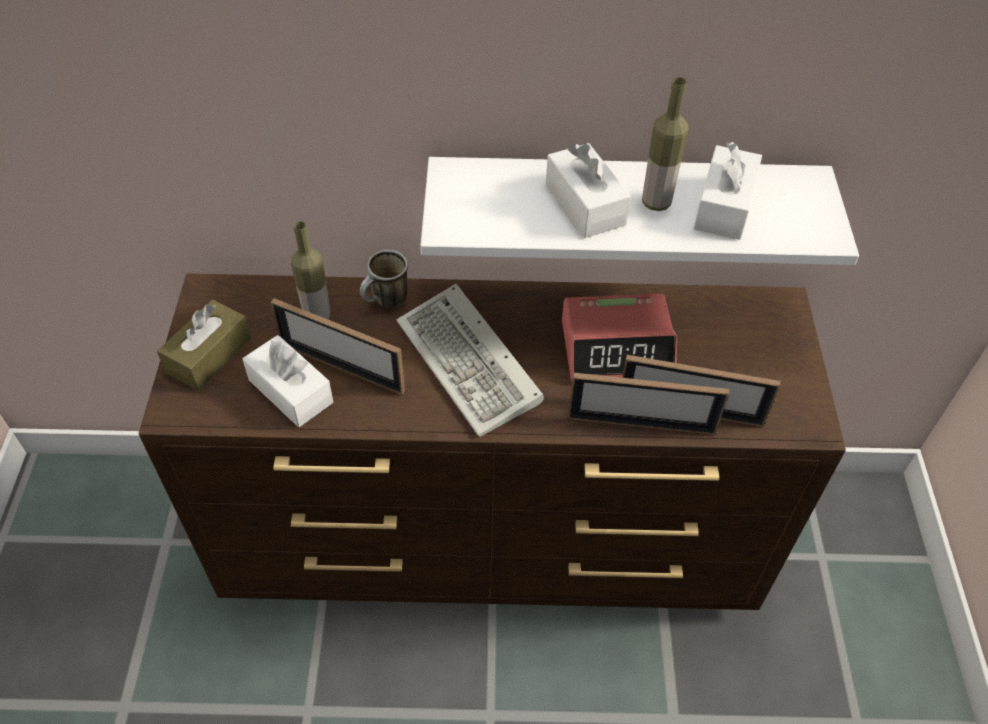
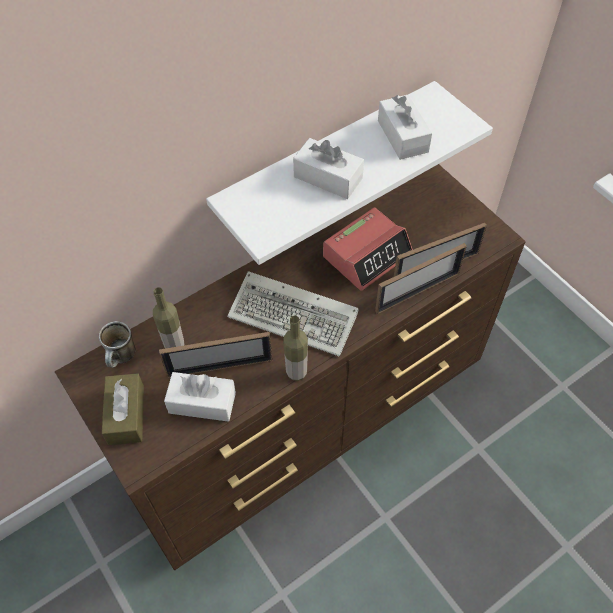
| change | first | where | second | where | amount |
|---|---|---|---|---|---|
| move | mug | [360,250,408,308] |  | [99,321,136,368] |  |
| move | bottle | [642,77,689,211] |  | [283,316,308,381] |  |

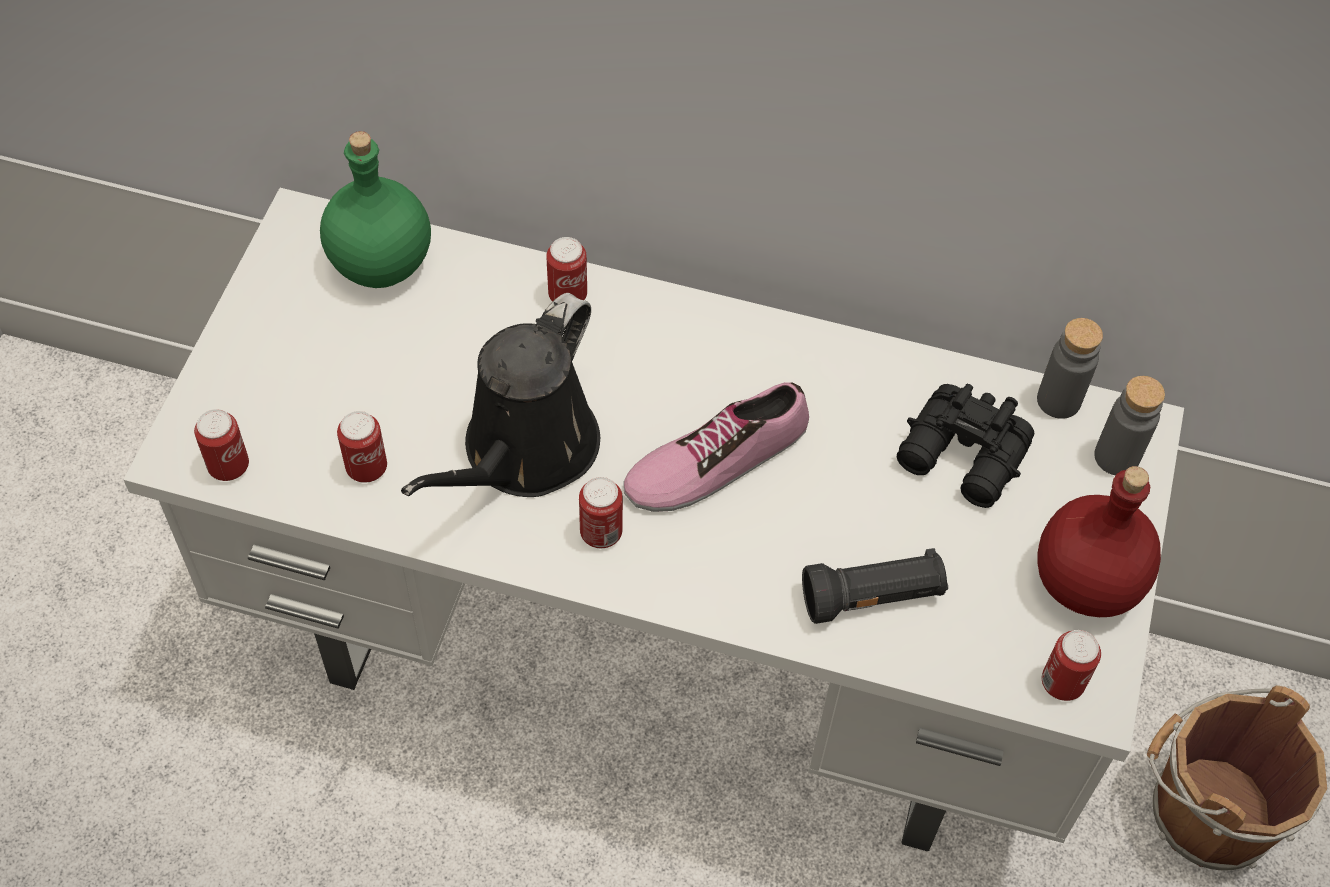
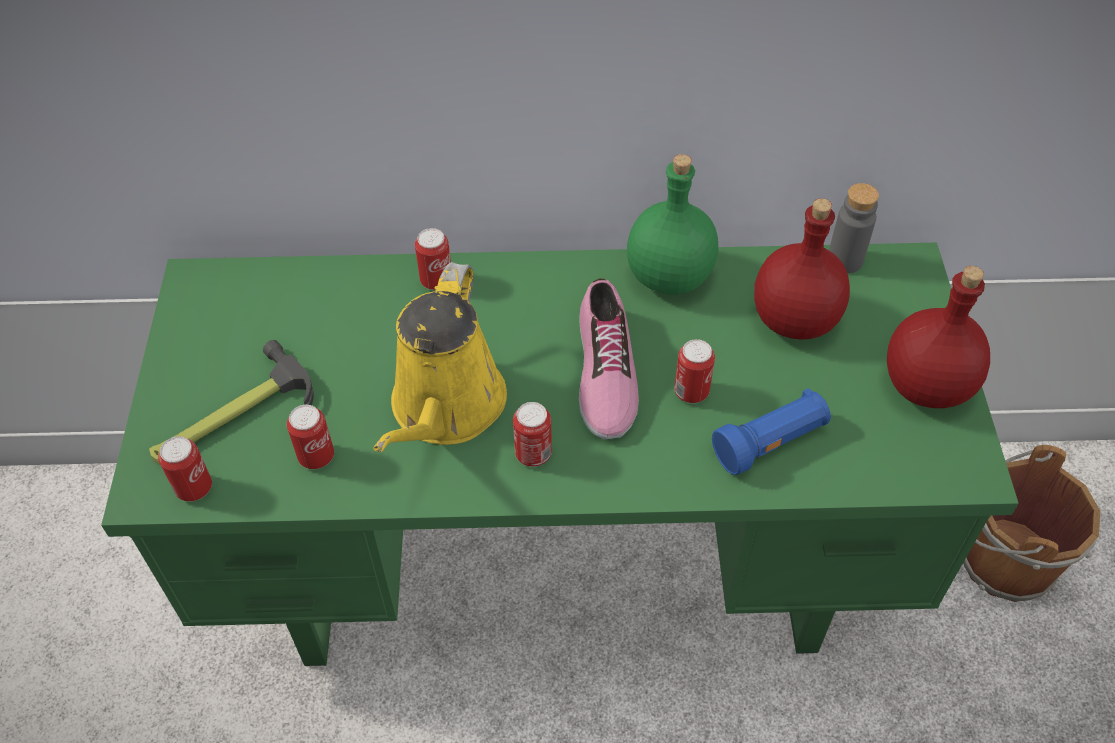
| change | first | where | second | where | amount |
|---|---|---|---|---|---|
| recolor | desk (white) | [123,188,1184,851] | desk (green) | [101,243,1019,666] |  |
| insert |  |  | hammer | [149,340,314,465] |  |
| recolor | watering can (black) | [401,293,600,497] | watering can (yellow) | [373,262,507,452] |  |
| rotate | shoe | [623,382,809,512] |  | [579,279,639,440] | 45 degrees counterclockwise |
| move | bottle (green) | [320,131,431,288] |  | [627,154,718,295] |  |
| move | can | [1042,630,1101,701] |  | [674,339,715,403] |  |
| recolor | flashlight (black) | [802,548,948,624] | flashlight (blue) | [712,388,831,475] |  |
| replace | binoculars (black) | [897,384,1034,508] | bottle (red) | [754,198,850,340] |  |
| delete | bottle (grey) | [1094,376,1165,475] |  |  |  |

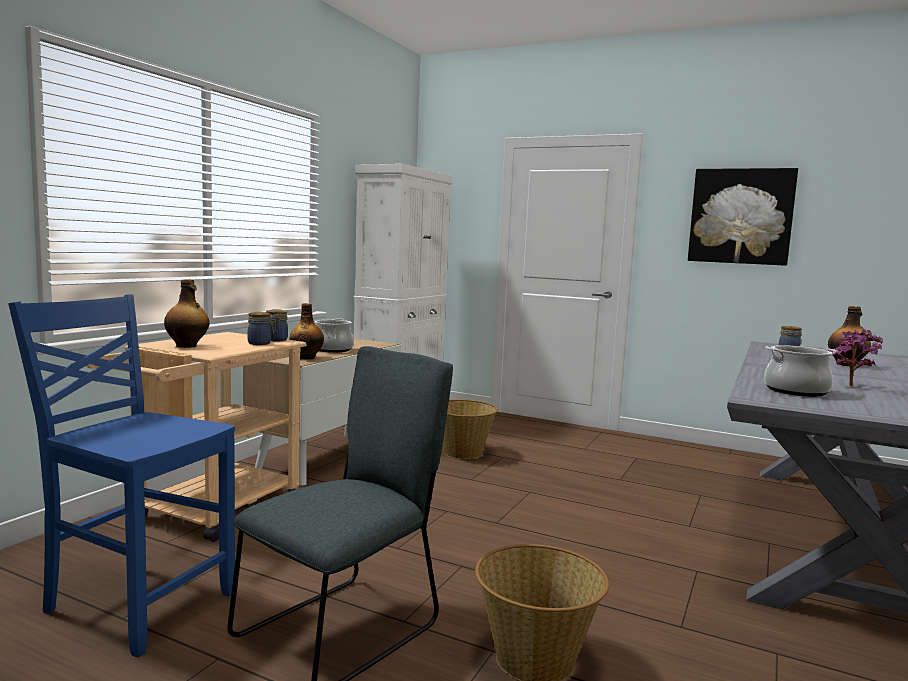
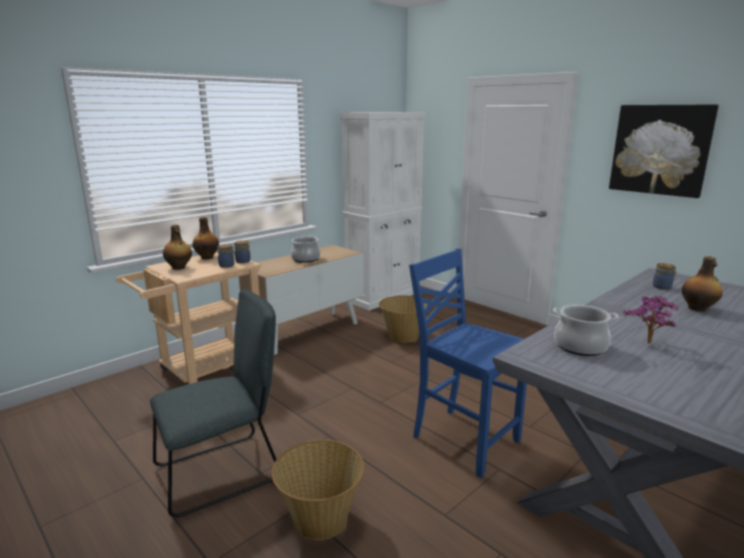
| change | first | where | second | where | amount |
|---|---|---|---|---|---|
| move | bottle | [289,303,324,359] |  | [192,217,219,260] |  |
| move | chair (blue) | [8,295,235,657] |  | [409,248,527,478] |  |

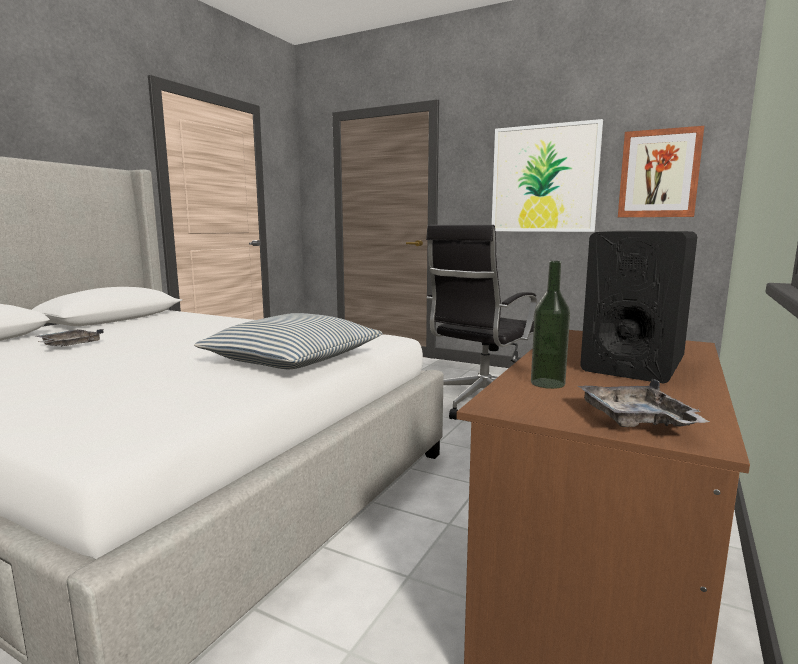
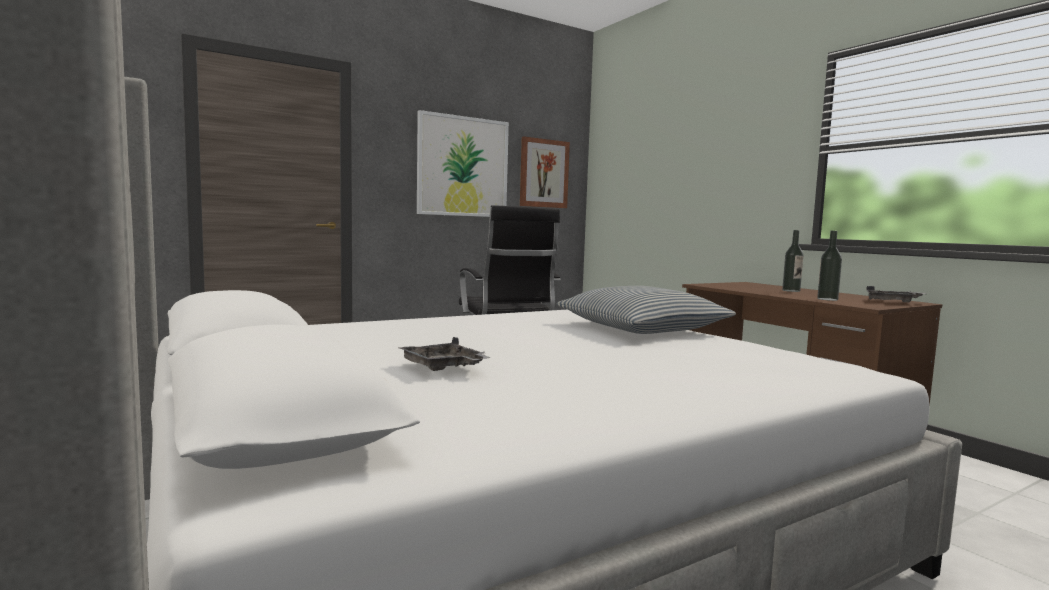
| change | first | where | second | where | amount |
|---|---|---|---|---|---|
| replace | speaker (black) | [580,231,697,384] | bottle | [782,230,803,292] |  |

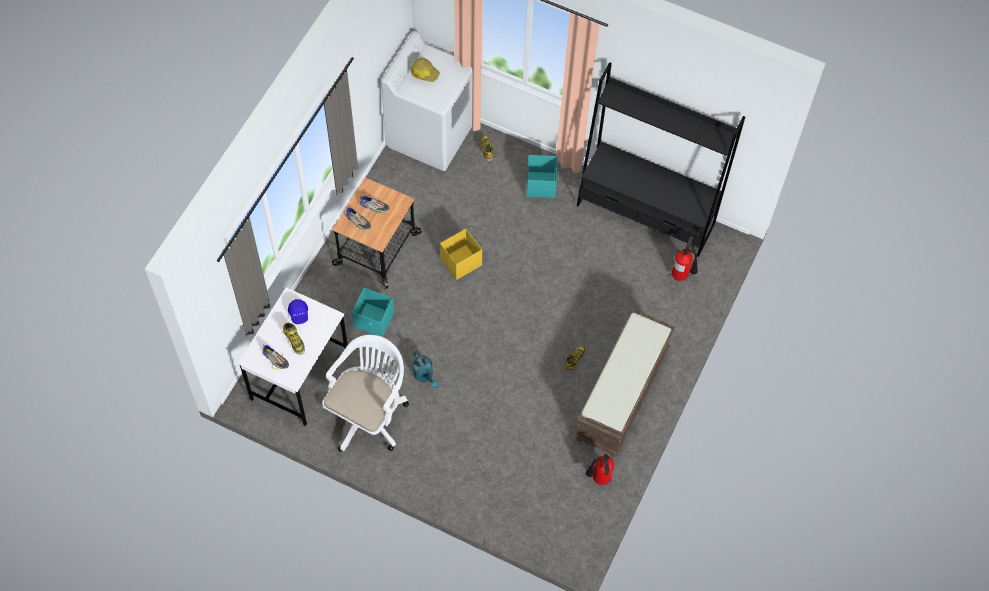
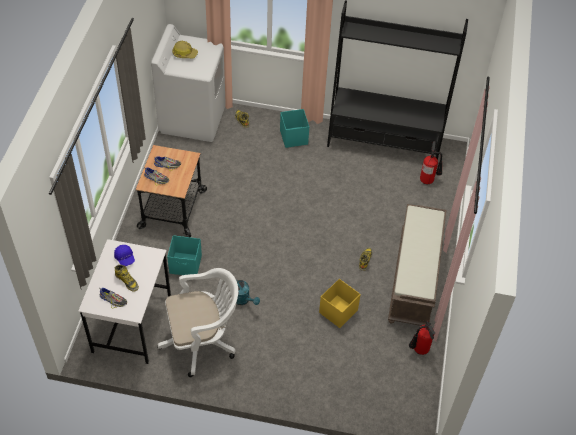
| change | first | where | second | where | amount |
|---|---|---|---|---|---|
| rotate | office chair (white) | [322,335,409,452] |  | [157,268,238,377] | 60 degrees clockwise |
| move | storage box (yellow) | [440,229,482,280] |  | [319,279,361,328] |  |

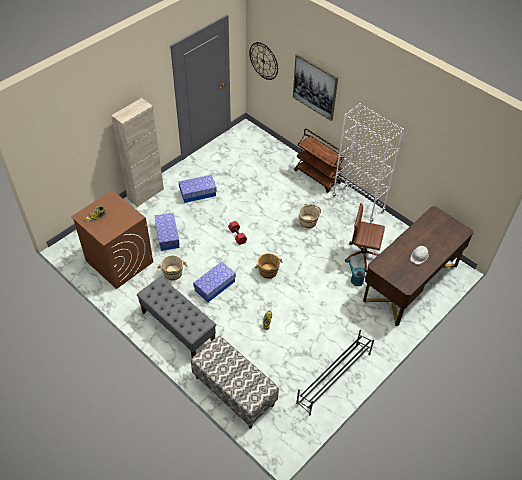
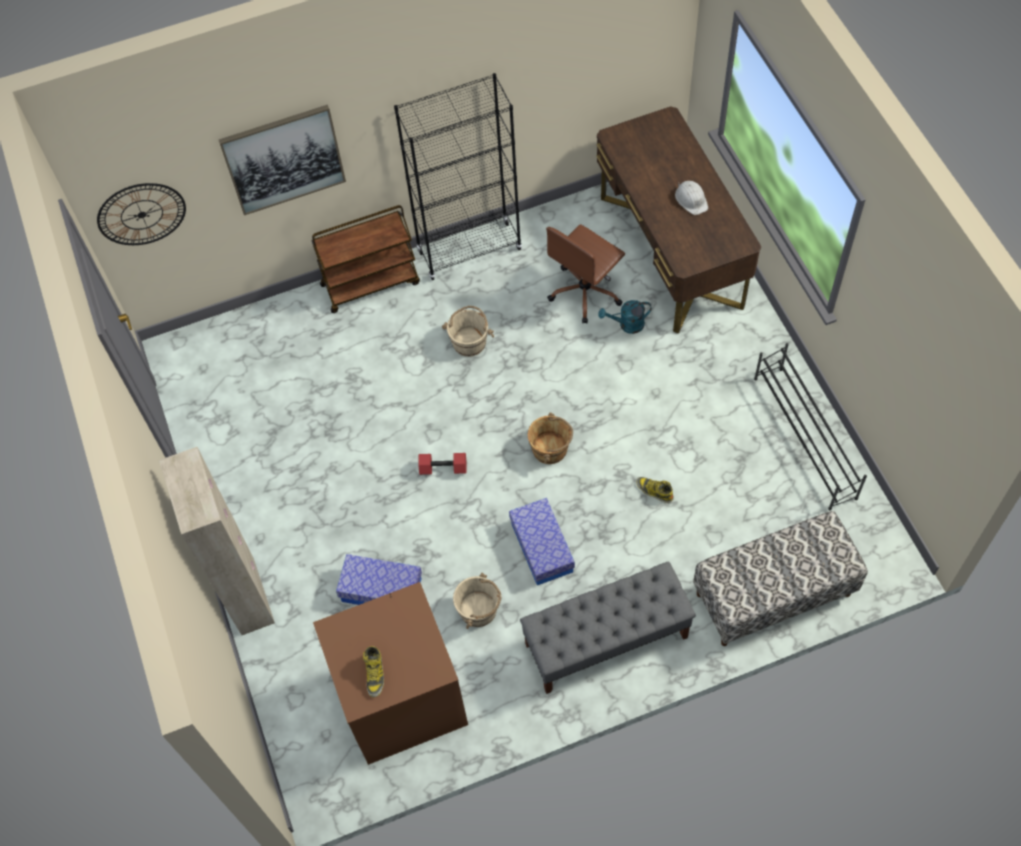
| change | first | where | second | where | amount |
|---|---|---|---|---|---|
| recolor | bookcase (white) | [332,103,404,223] | bookcase (black) | [394,73,522,280] |  |
| delete | storage box | [179,175,217,203] |  |  |  |

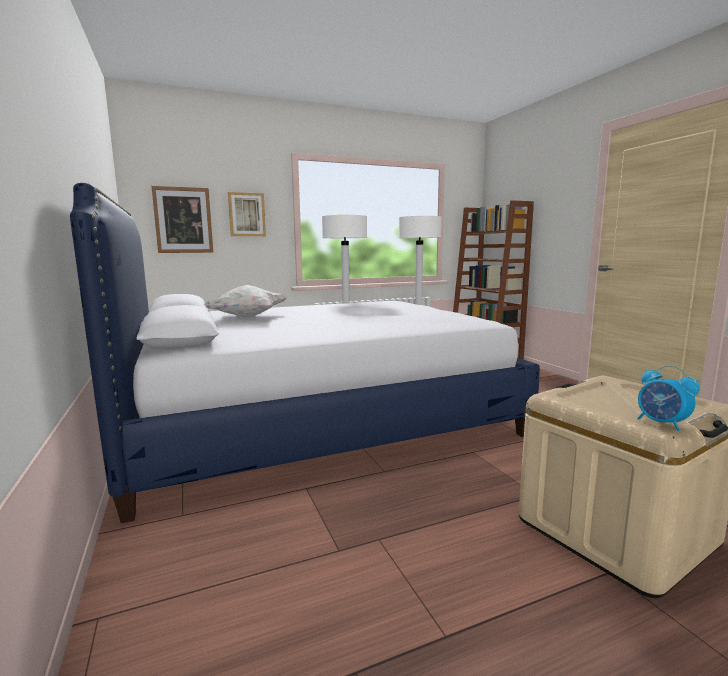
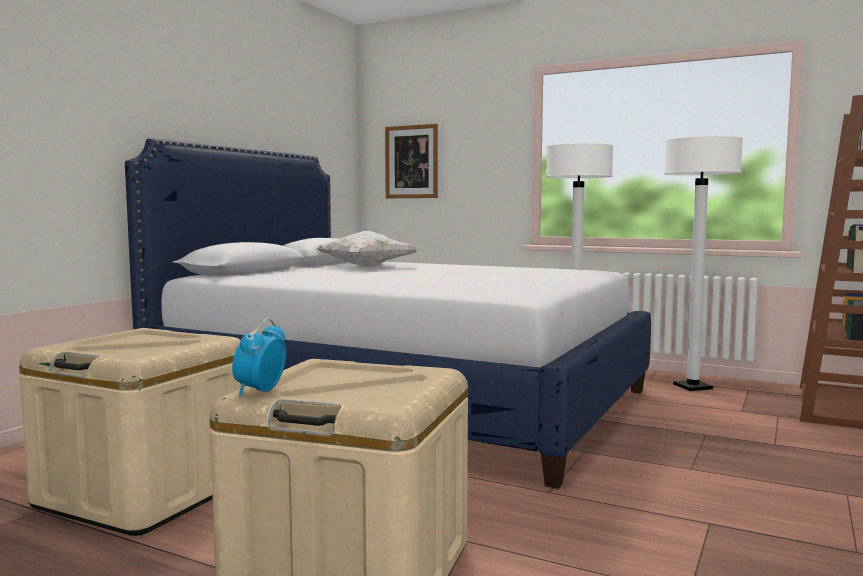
| change | first | where | second | where | amount |
|---|---|---|---|---|---|
| insert |  |  | storage box (beige) | [19,328,246,536] |  |
| delete | picture | [228,192,266,236] |  |  |  |

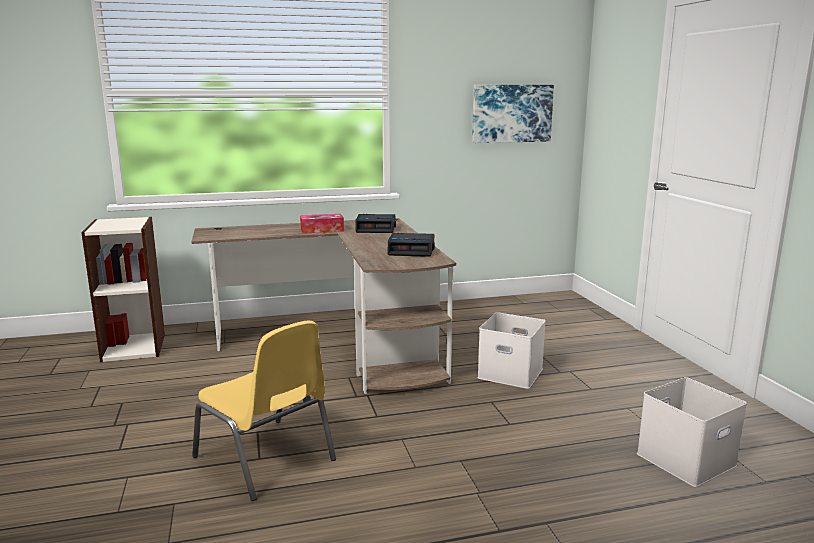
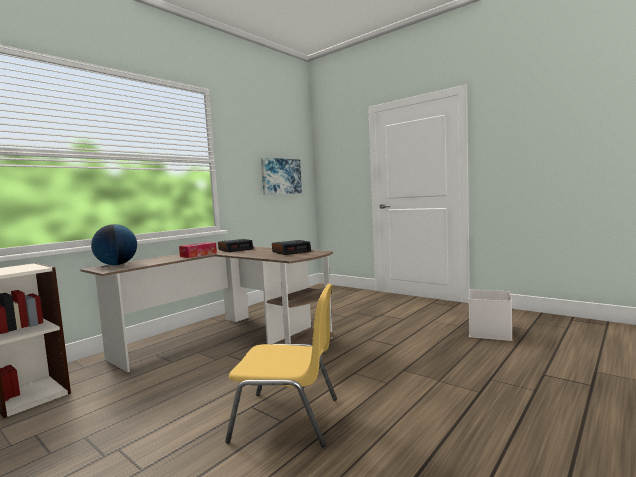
| change | first | where | second | where | amount |
|---|---|---|---|---|---|
| insert |  |  | globe | [91,224,137,265] |  |
| delete | storage box (white) | [477,312,546,389] |  |  |  |

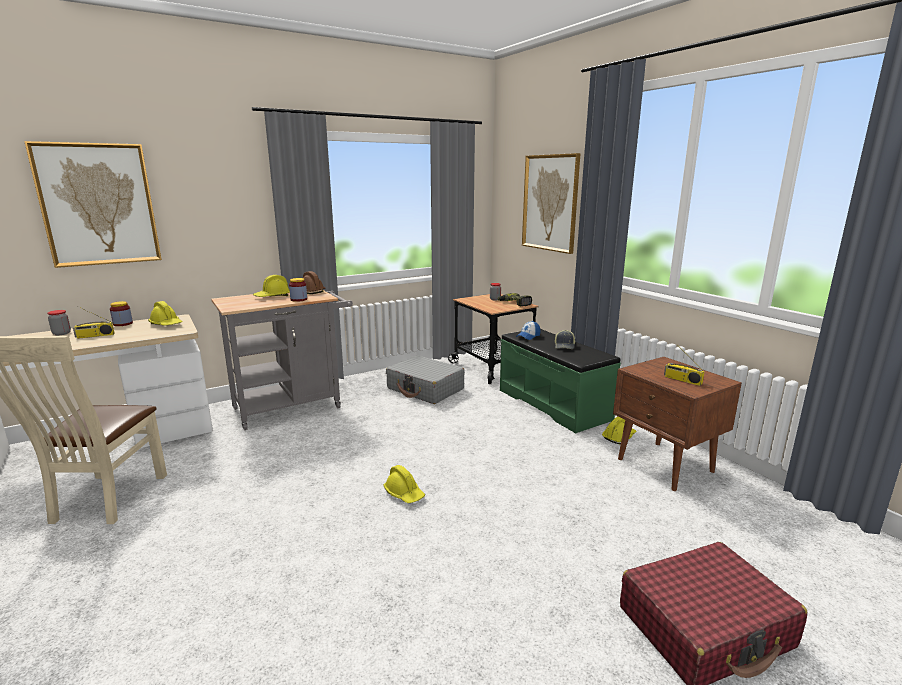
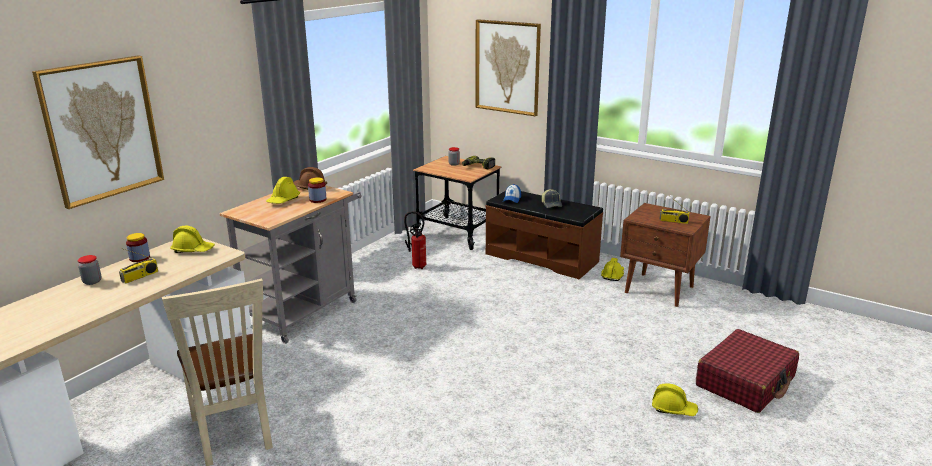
| change | first | where | second | where | amount |
|---|---|---|---|---|---|
| replace | suitcase (grey) | [386,355,465,404] | fire extinguisher | [404,211,426,269] |  |
| recolor | bench (green) | [500,329,621,434] | bench (brown) | [485,190,603,279] |  |
| move | hard hat (yellow) | [384,465,425,503] |  | [652,383,698,416] |  |

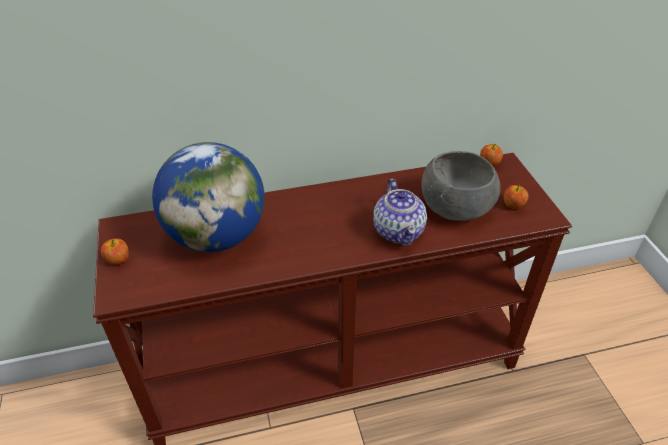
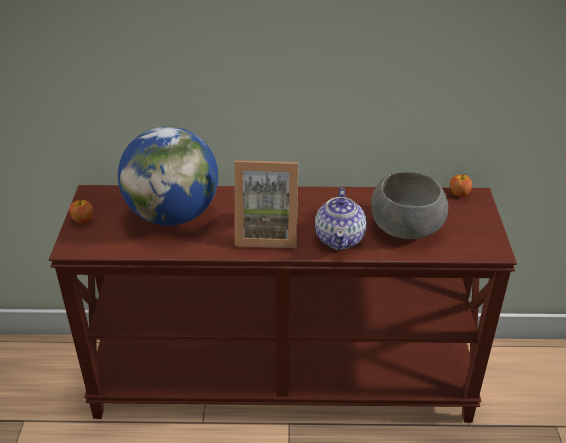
| change | first | where | second | where | amount |
|---|---|---|---|---|---|
| insert |  |  | picture frame | [234,160,298,248] |  |
| delete | apple | [504,184,528,209] |  |  |  |

